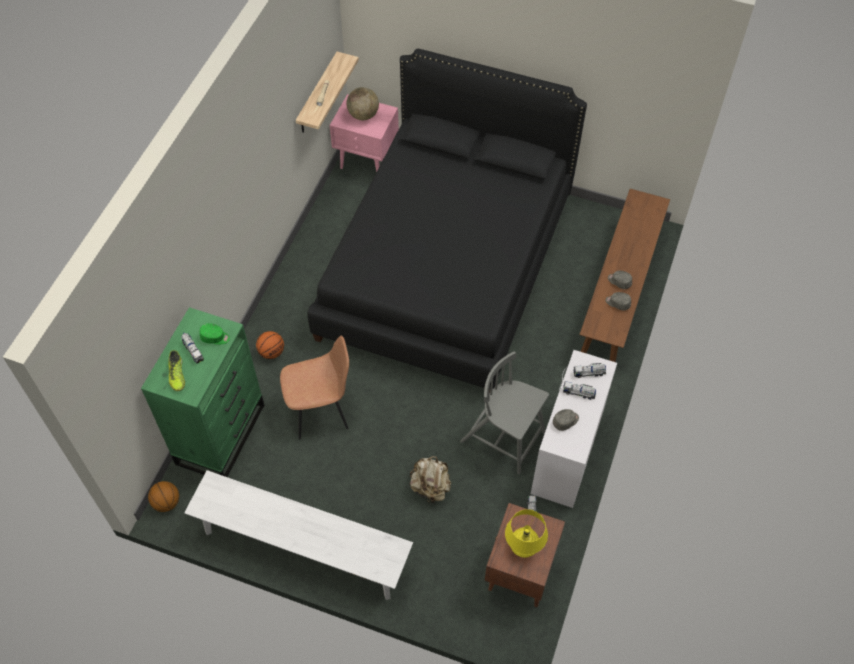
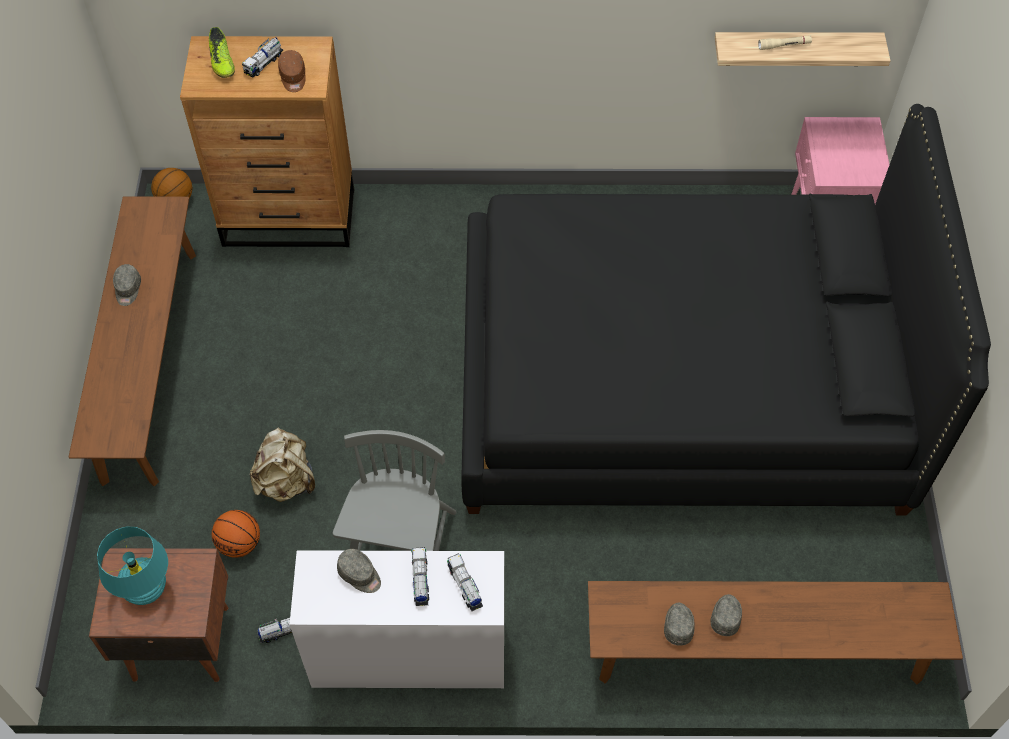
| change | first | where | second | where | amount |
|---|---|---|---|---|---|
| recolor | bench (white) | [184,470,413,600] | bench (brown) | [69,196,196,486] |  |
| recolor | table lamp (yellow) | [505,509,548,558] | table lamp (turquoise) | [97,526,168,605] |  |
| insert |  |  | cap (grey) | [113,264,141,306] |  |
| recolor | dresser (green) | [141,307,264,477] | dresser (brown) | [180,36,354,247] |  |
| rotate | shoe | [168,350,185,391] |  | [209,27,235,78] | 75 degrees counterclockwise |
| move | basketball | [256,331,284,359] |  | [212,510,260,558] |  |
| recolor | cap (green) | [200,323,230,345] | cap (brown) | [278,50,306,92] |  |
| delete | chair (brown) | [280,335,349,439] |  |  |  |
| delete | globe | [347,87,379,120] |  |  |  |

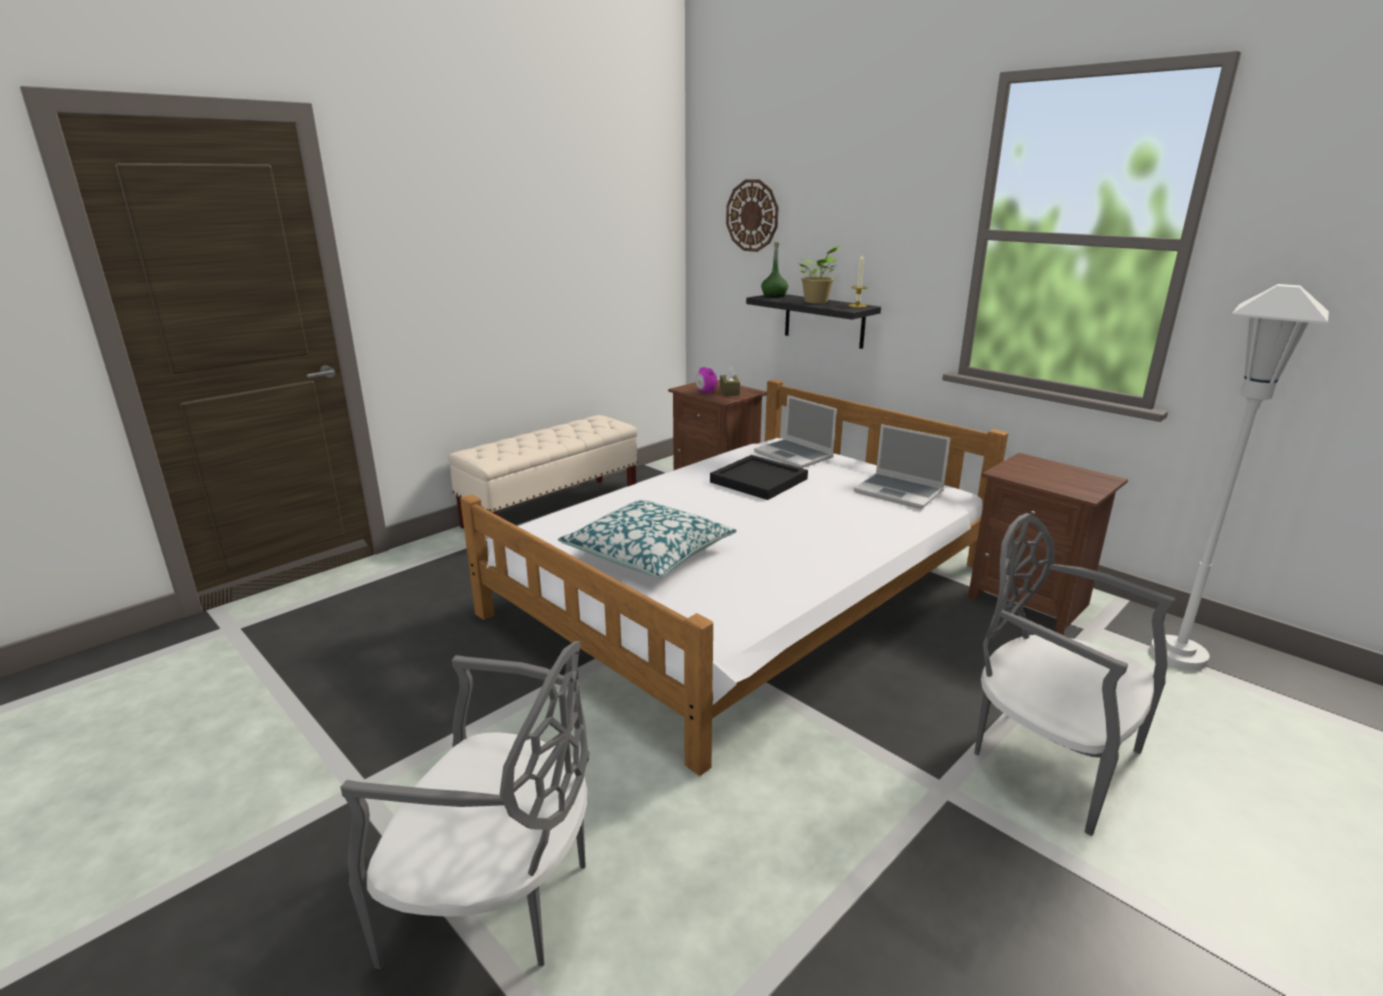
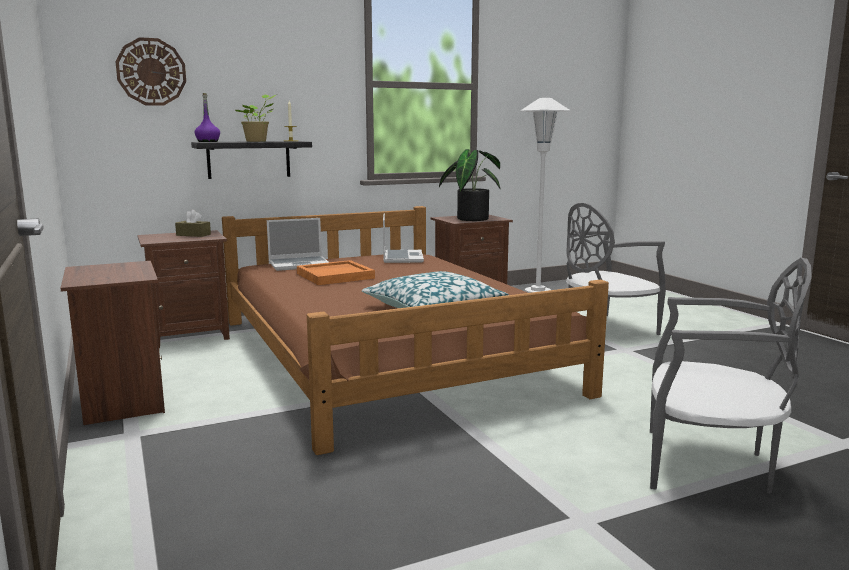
| change | first | where | second | where | amount |
|---|---|---|---|---|---|
| replace | bench (beige) | [448,415,638,529] | nightstand (brown) | [60,261,165,425] |  |
| recolor | bottle (green) | [761,242,788,298] | bottle (purple) | [194,93,220,142] |  |
| recolor | bed (white) | [460,379,1008,776] | bed (brown) | [222,206,609,455] |  |
| recolor | tray (black) | [710,455,808,500] | tray (orange) | [297,260,375,285] |  |
| rotate | laptop | [854,424,951,509] |  | [383,213,424,263] | 60 degrees counterclockwise |
| insert |  |  | potted plant | [439,149,501,221] |  |
| rotate | chair (grey) | [340,641,590,969] |  | [650,258,812,494] | 75 degrees clockwise |
| delete | alarm clock | [696,367,717,393] |  |  |  |

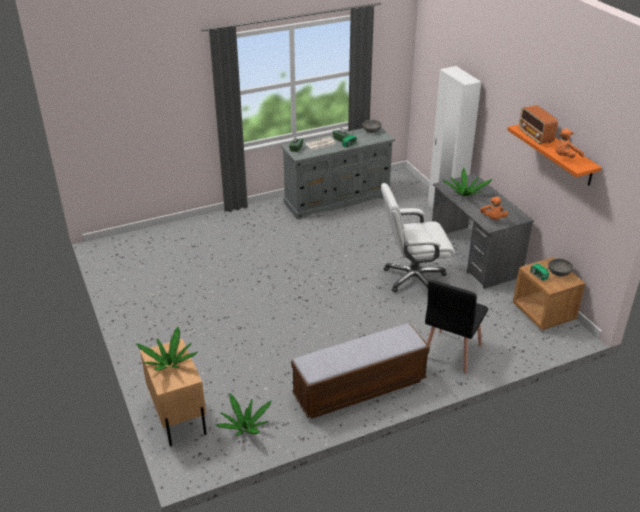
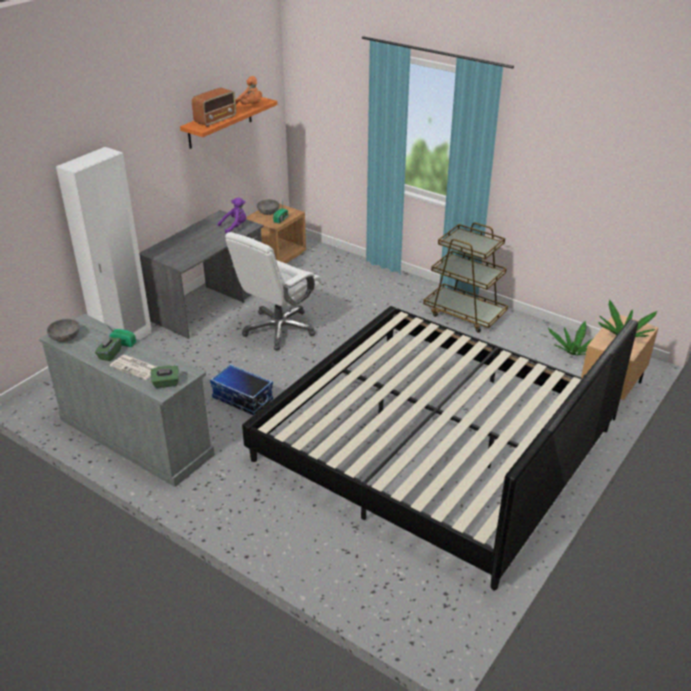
| change | first | where | second | where | amount |
|---|---|---|---|---|---|
| insert |  |  | storage box | [210,364,273,415] |  |
| recolor | plush toy (orange) | [480,197,508,220] | plush toy (purple) | [218,197,247,234] |  |
| rotate | office chair (white) | [381,183,455,292] |  | [225,232,322,350] | 75 degrees clockwise |
| insert |  |  | bed | [242,306,638,590] |  |
| replace | bench | [291,324,430,419] | cart (brown) | [423,223,508,333] |  |
| delete | chair (black) | [425,280,488,374] |  |  |  |
| delete | potted plant | [442,168,492,196] |  |  |  |

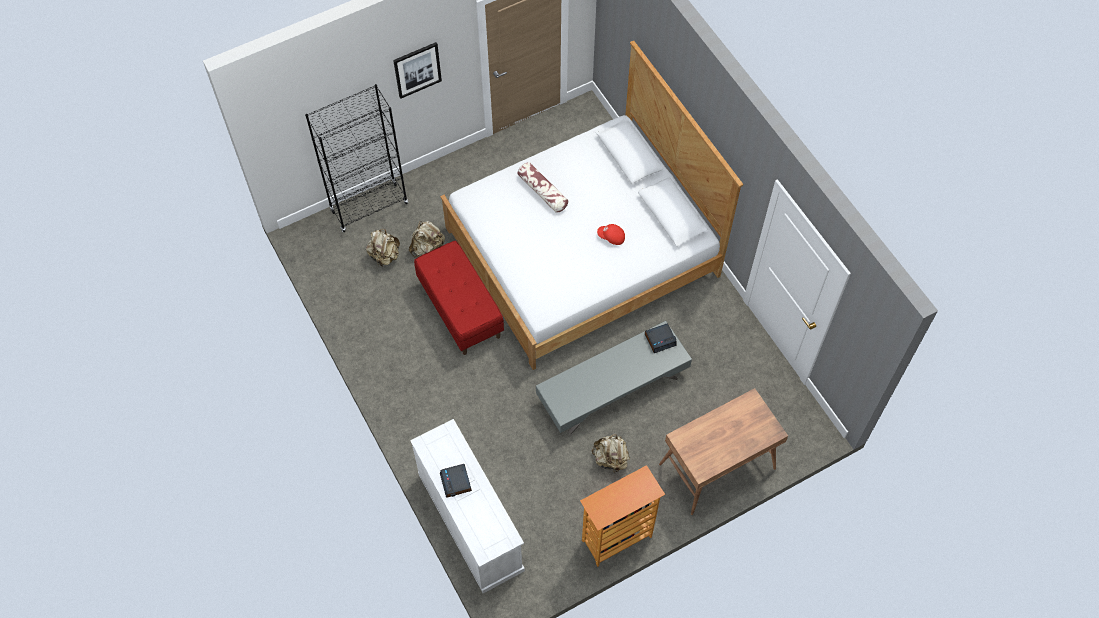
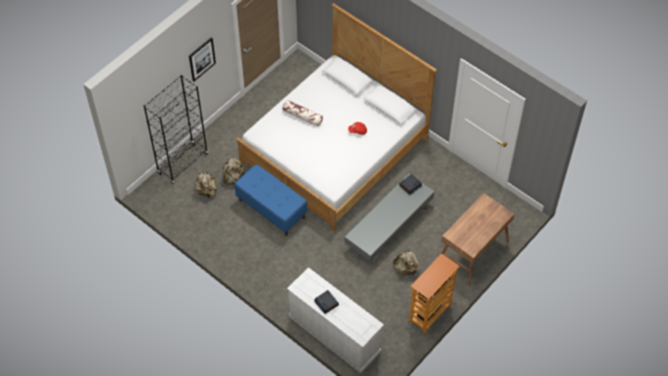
| change | first | where | second | where | amount |
|---|---|---|---|---|---|
| recolor | bench (red) | [414,240,504,355] | bench (blue) | [235,164,307,236] |  |

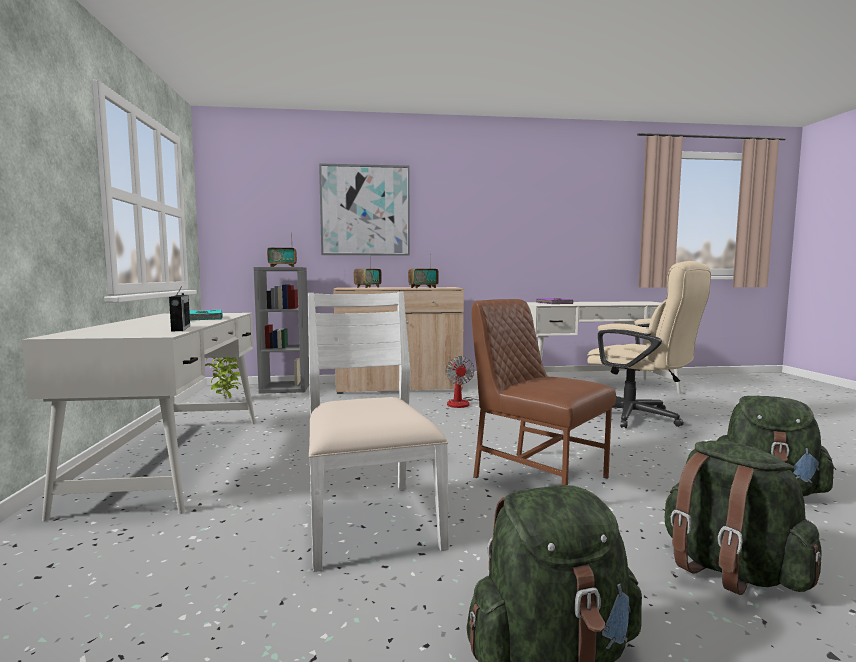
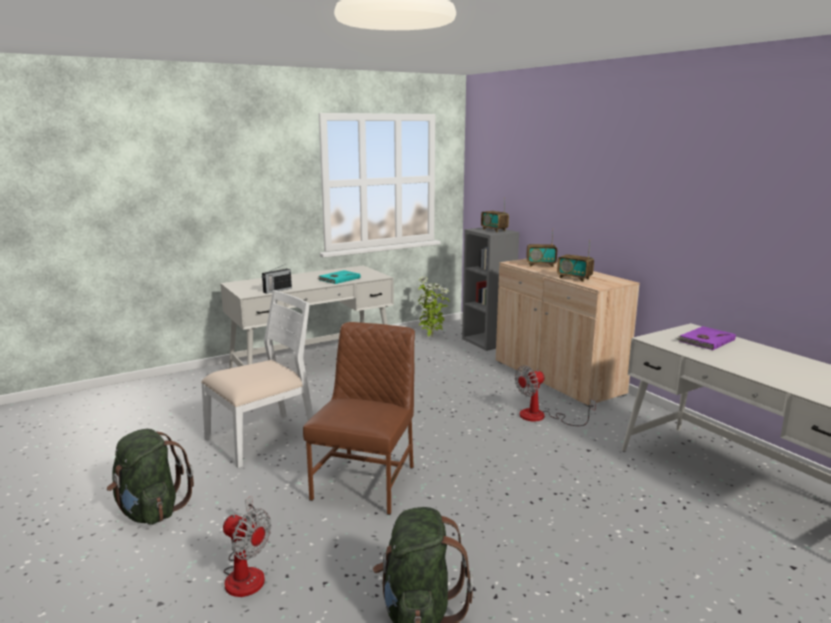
| change | first | where | second | where | amount |
|---|---|---|---|---|---|
| replace | backpack (green) | [665,441,822,595] | fan | [223,496,271,597] |  |
| delete | picture | [319,163,410,256] |  |  |  |
| delete | office chair (beige) | [587,261,711,428] |  |  |  |

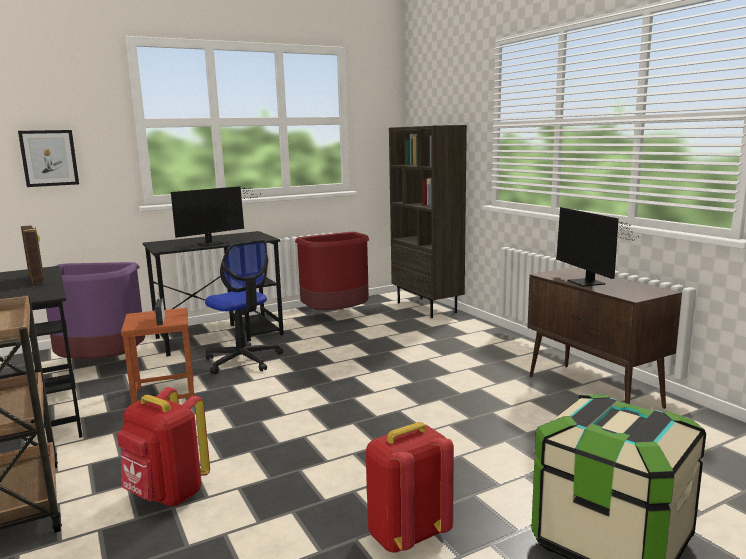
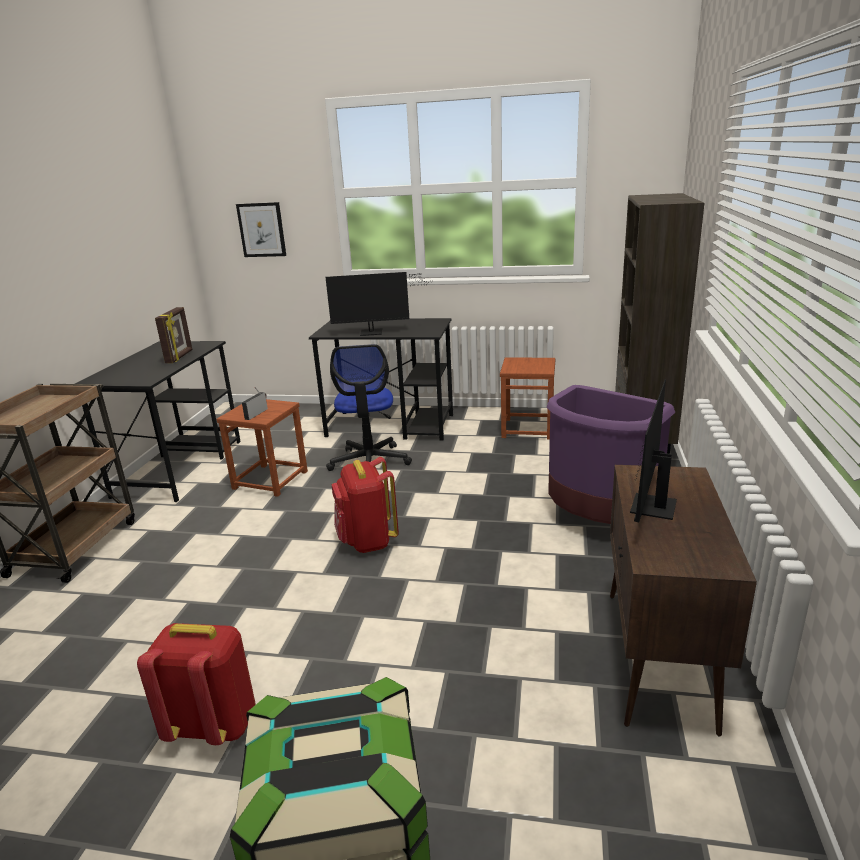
| change | first | where | second | where | amount |
|---|---|---|---|---|---|
| move | backpack (red) | [117,387,210,506] |  | [332,457,399,553] |  |
| replace | trash can (red) | [295,232,369,310] | stool (brown) | [500,357,555,440] |  |
| move | trash can (purple) | [46,262,145,359] |  | [547,385,675,524] |  |

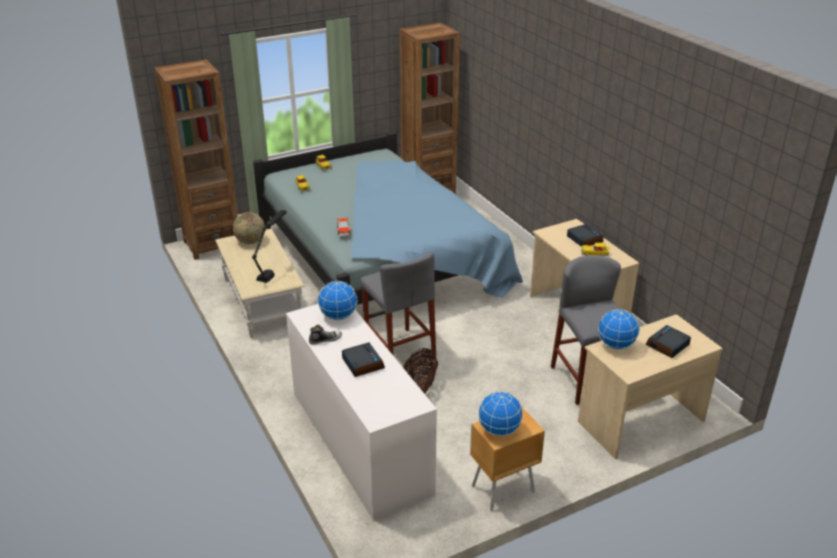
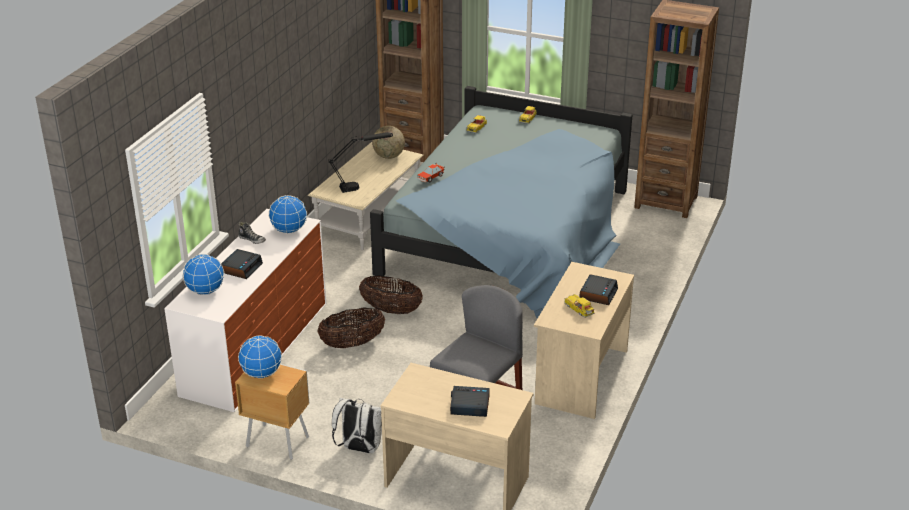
| change | first | where | second | where | amount |
|---|---|---|---|---|---|
| move | globe | [598,309,640,350] |  | [182,254,224,295] |  |
| insert |  |  | backpack (white) | [332,398,382,453] |  |
| replace | stool (grey) | [361,251,436,355] | basket | [359,275,423,314] |  |

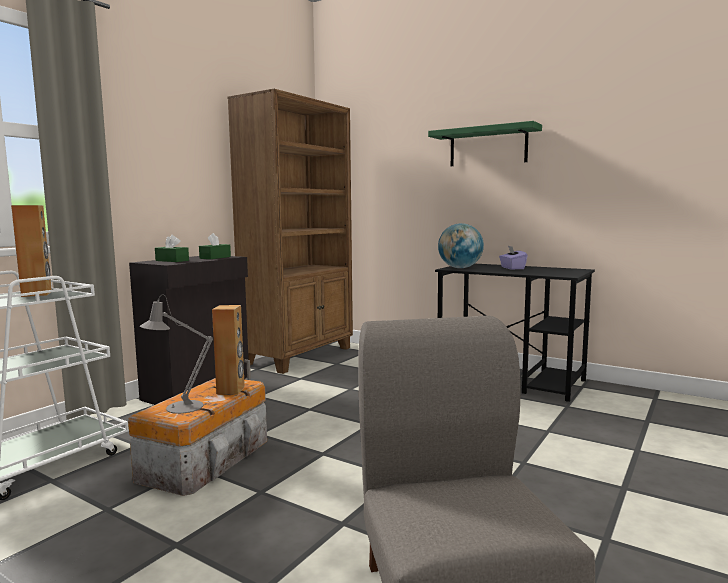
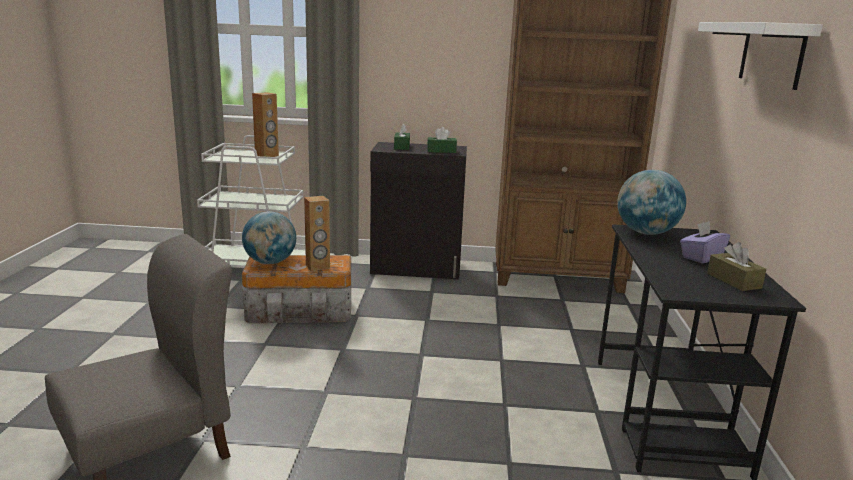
| change | first | where | second | where | amount |
|---|---|---|---|---|---|
| replace | table lamp (grey) | [140,294,213,414] | globe | [242,211,296,264] |  |
| recolor | shelf (green) | [428,121,542,166] | shelf (white) | [698,22,823,90] |  |
| insert |  |  | tissue box (brown) | [707,242,766,291] |  |

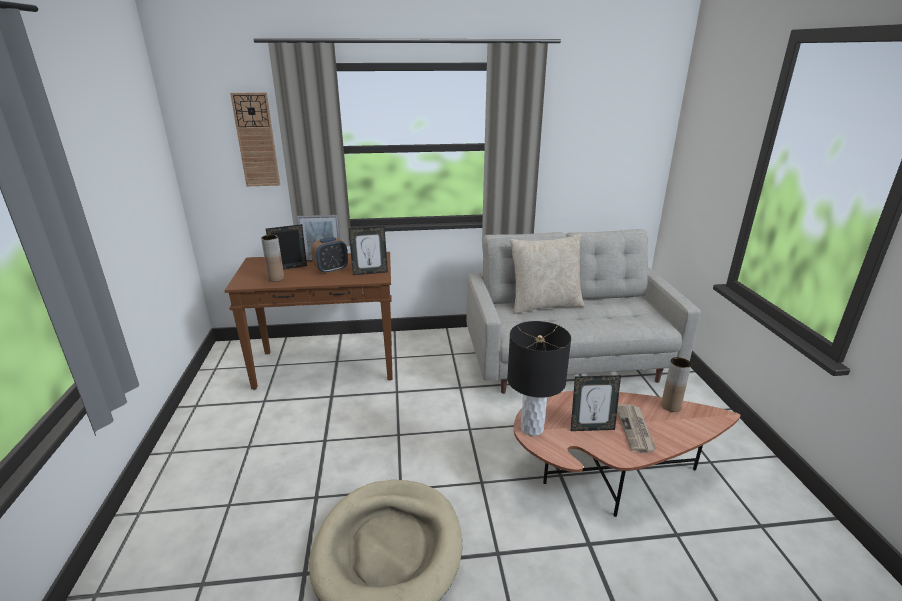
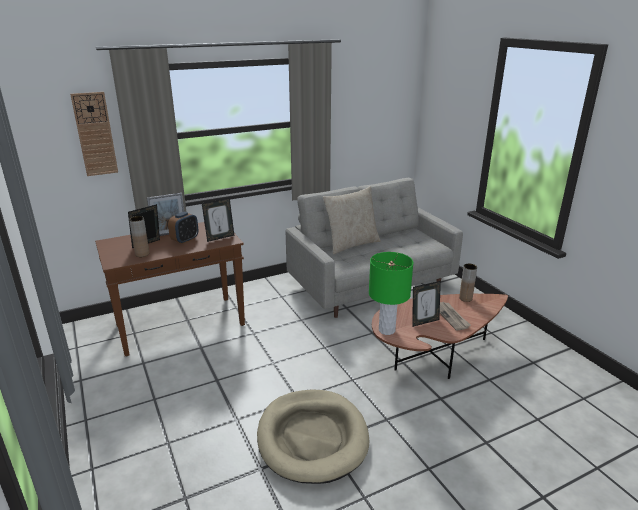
| change | first | where | second | where | amount |
|---|---|---|---|---|---|
| recolor | table lamp (black) | [507,321,571,436] | table lamp (green) | [369,252,413,335] |  |

